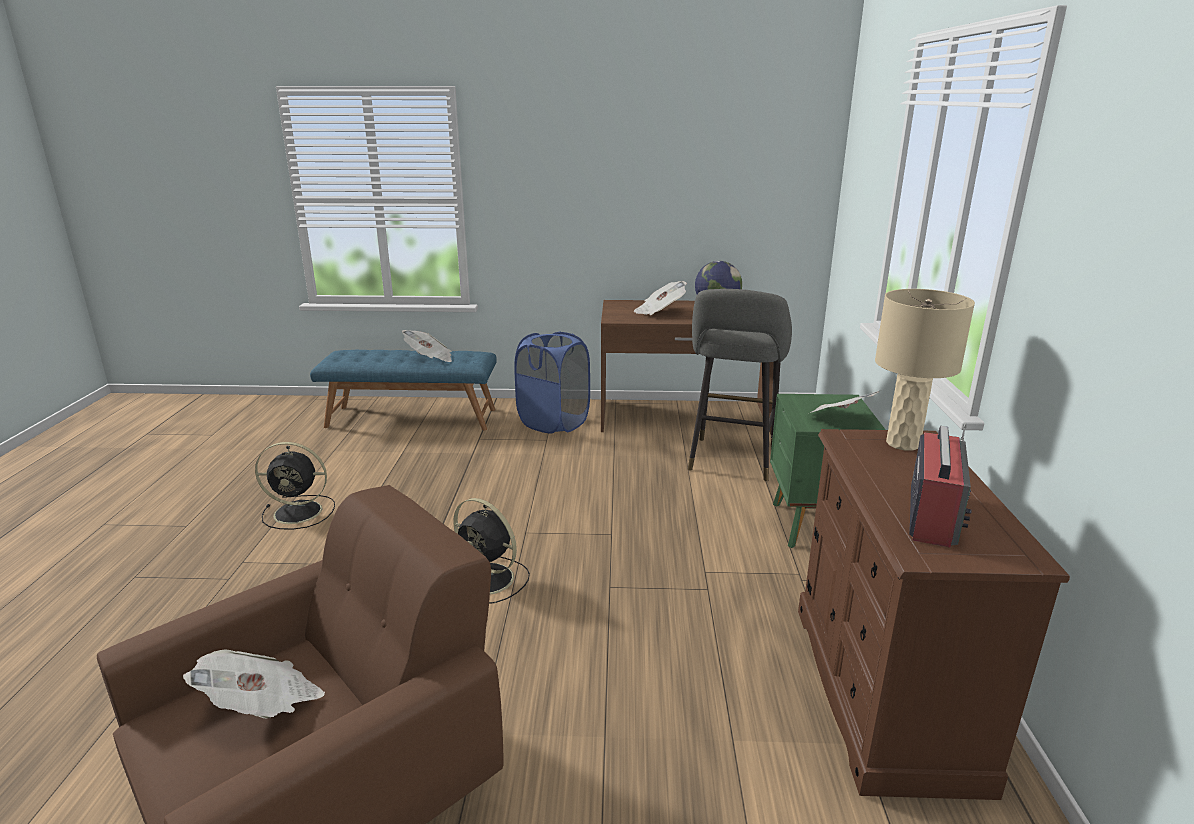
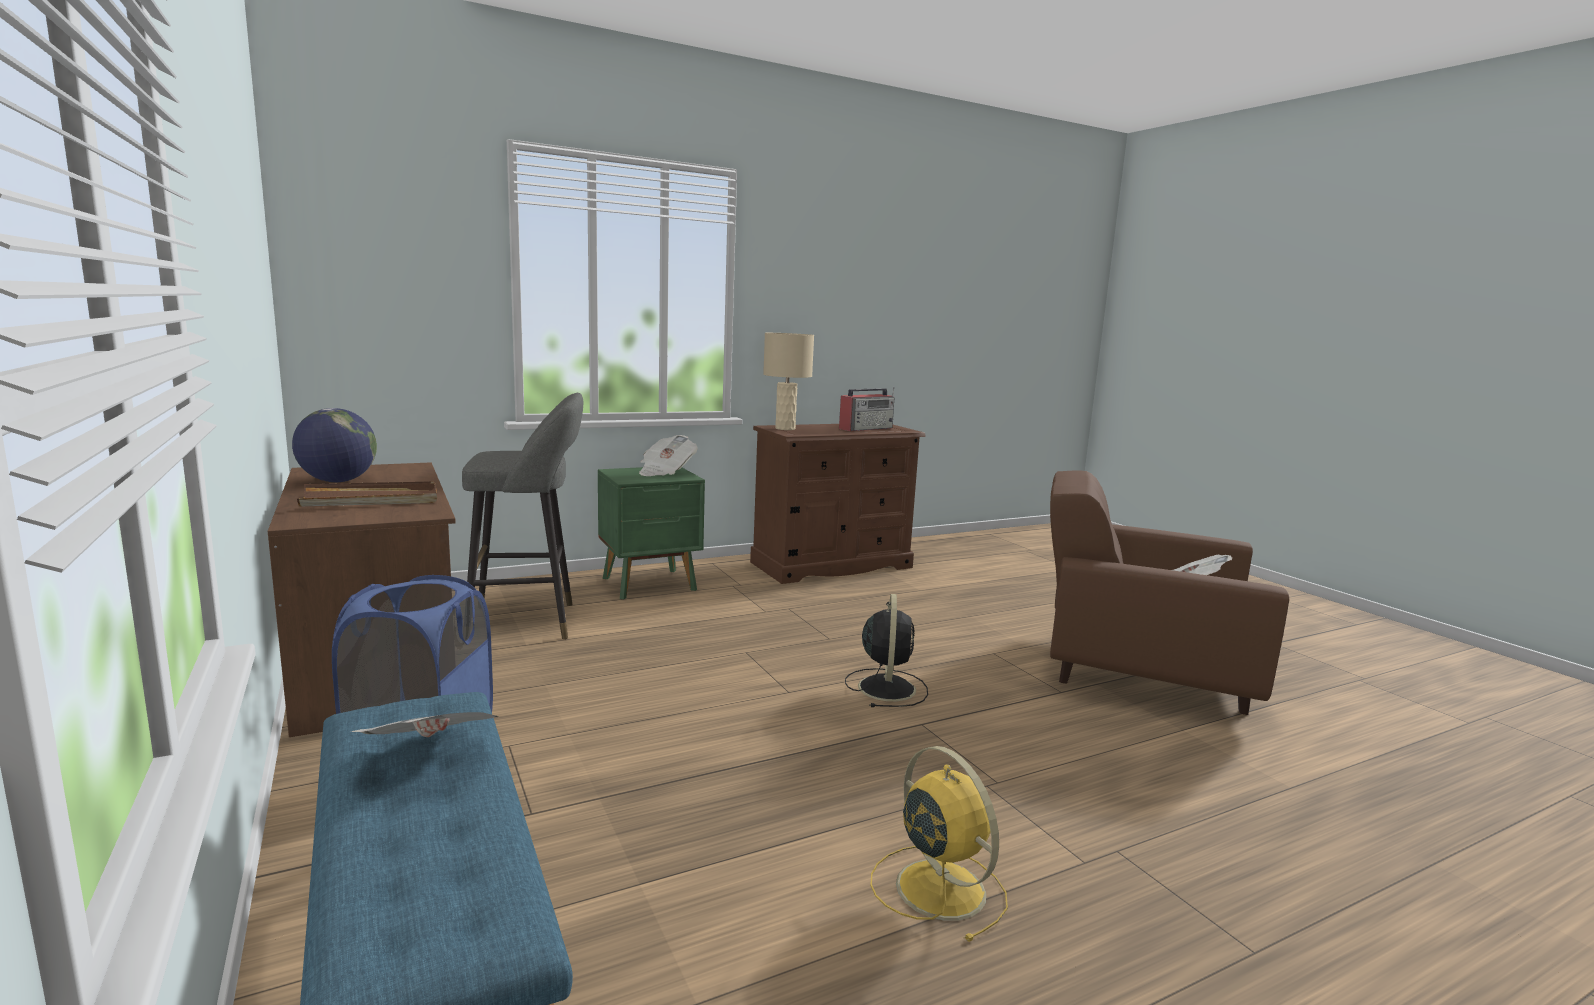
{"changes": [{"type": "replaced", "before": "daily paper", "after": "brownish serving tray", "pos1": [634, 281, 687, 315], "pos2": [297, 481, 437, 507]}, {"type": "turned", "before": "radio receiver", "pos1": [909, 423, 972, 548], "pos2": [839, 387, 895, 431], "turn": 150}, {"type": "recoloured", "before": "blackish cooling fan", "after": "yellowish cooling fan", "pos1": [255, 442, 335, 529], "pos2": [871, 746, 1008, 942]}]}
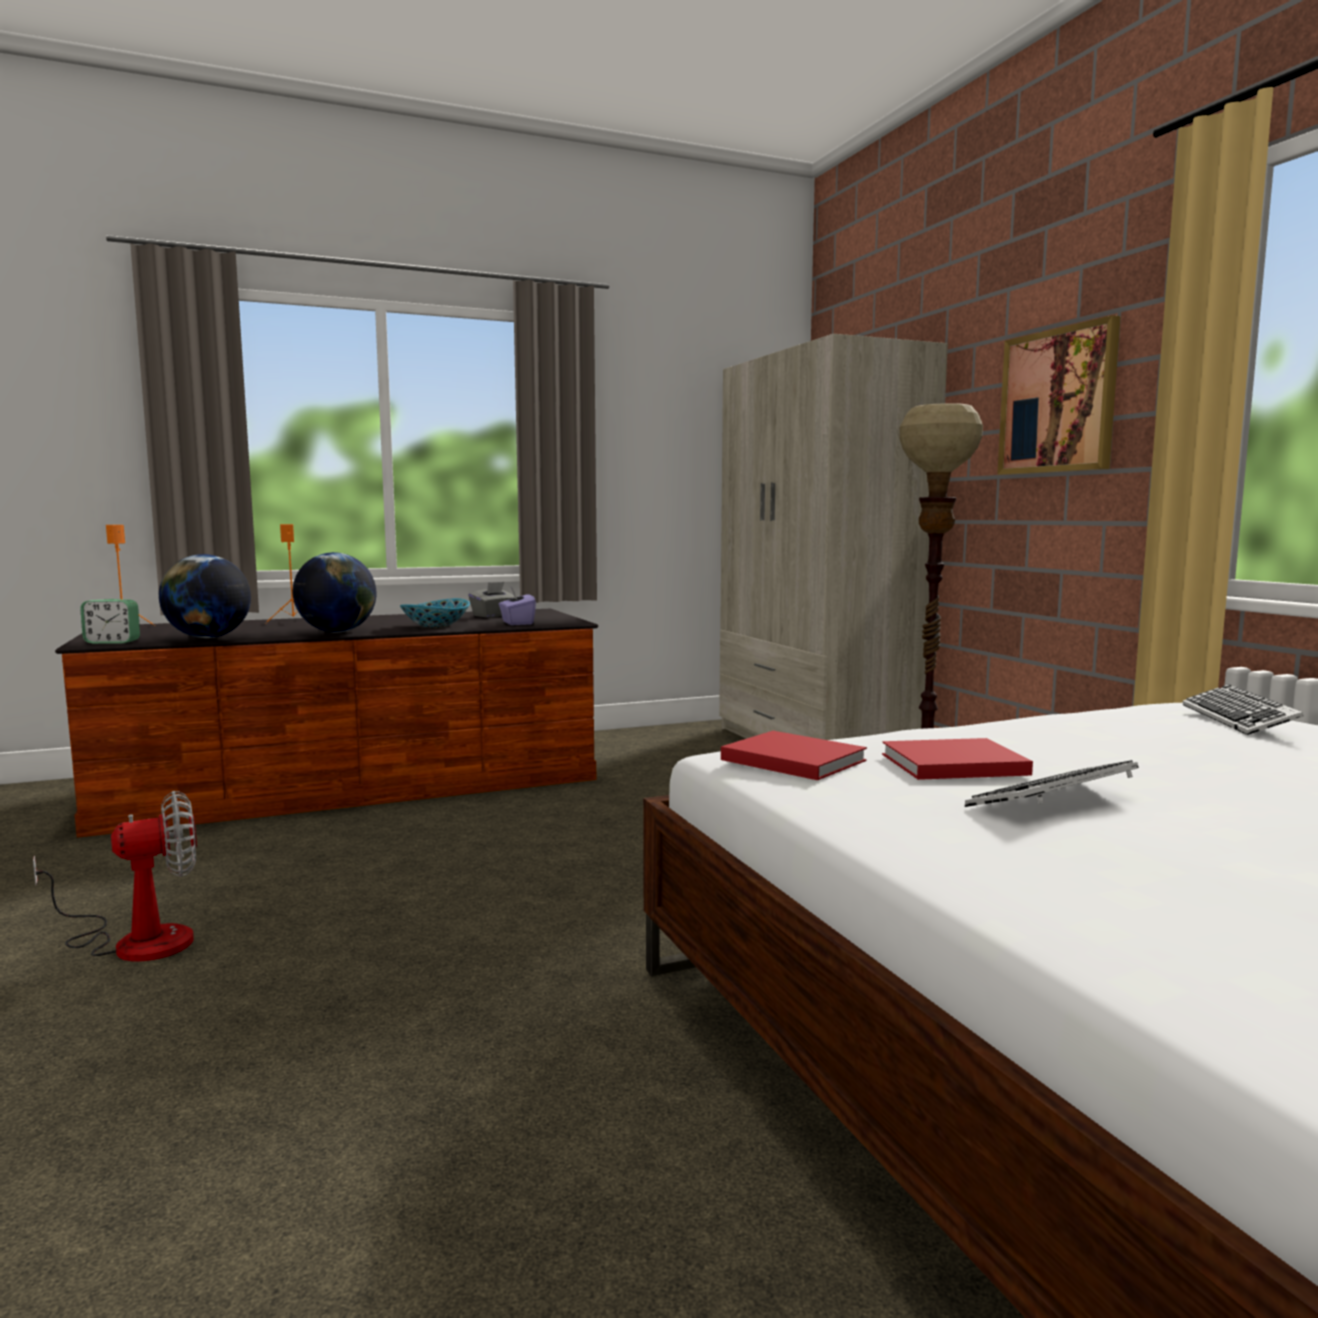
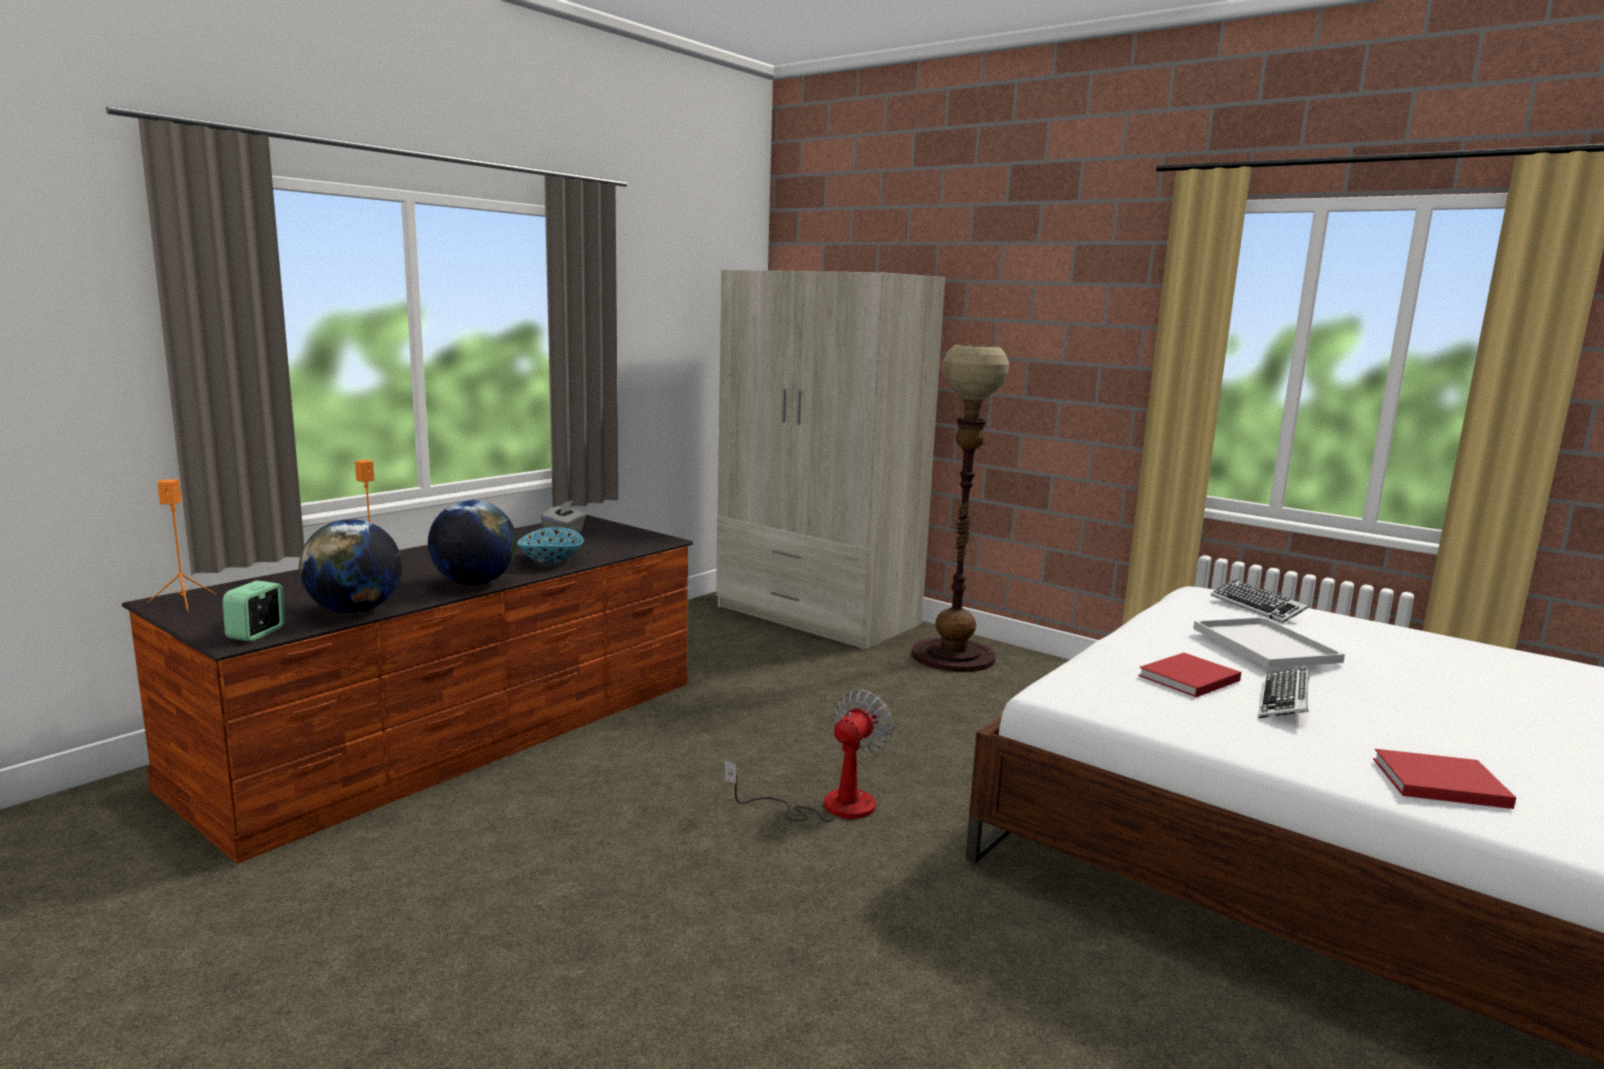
{"changes": [{"type": "turned", "before": "alarm clock", "pos1": [80, 599, 140, 644], "pos2": [223, 580, 285, 642], "turn": 135}, {"type": "moved", "before": "cooling fan", "pos1": [33, 791, 197, 962], "pos2": [724, 690, 893, 822]}, {"type": "added", "after": "white serving tray", "pos2": [1193, 617, 1345, 668]}, {"type": "moved", "before": "red-coloured bound book", "pos1": [721, 731, 867, 780], "pos2": [1373, 749, 1516, 809]}, {"type": "removed", "before": "purplish tissue holder", "pos1": [499, 586, 536, 625]}, {"type": "removed", "before": "wall picture", "pos1": [997, 315, 1121, 475]}]}
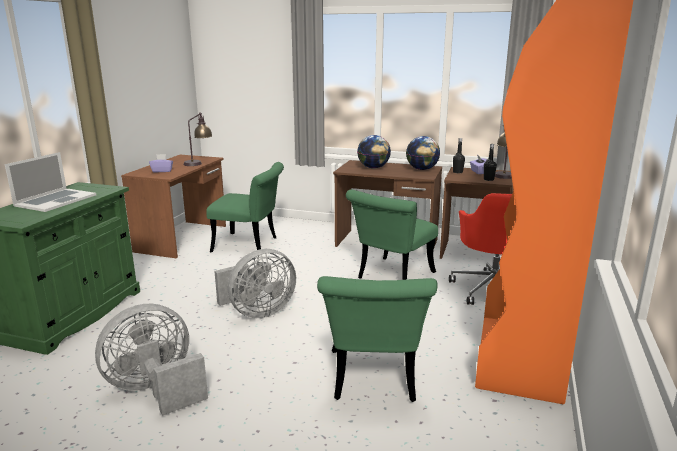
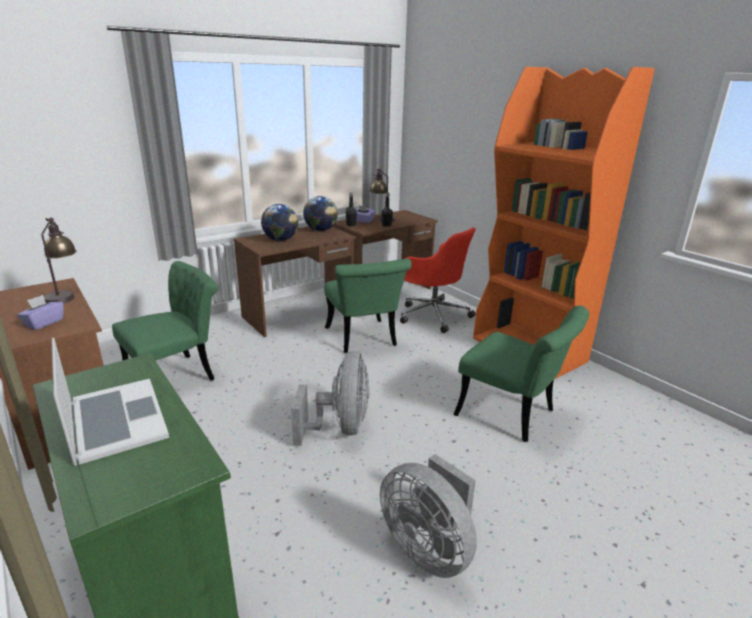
{"changes": [{"type": "turned", "before": "greyish cooling fan", "pos1": [95, 304, 208, 416], "pos2": [380, 454, 477, 578], "turn": -45}]}
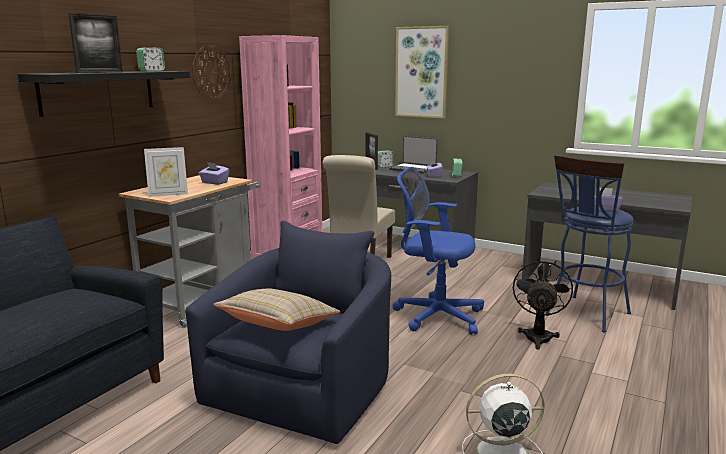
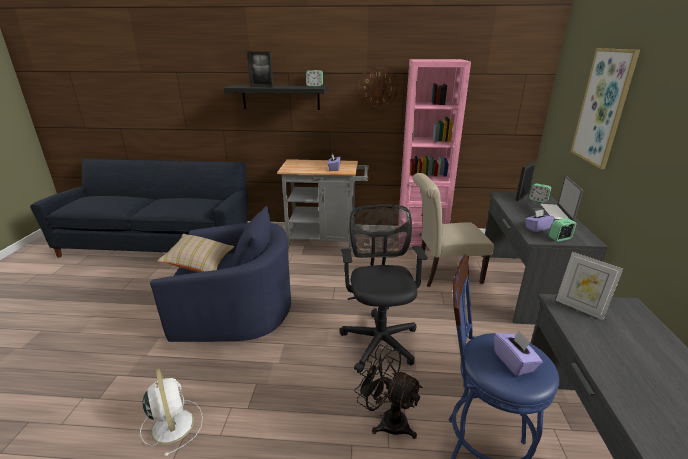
{"changes": [{"type": "recoloured", "before": "bluish computer chair", "after": "blackish computer chair", "pos1": [392, 167, 484, 335], "pos2": [339, 204, 428, 373]}, {"type": "turned", "before": "blackish cooling fan", "pos1": [513, 258, 573, 350], "pos2": [354, 344, 423, 439], "turn": -135}, {"type": "moved", "before": "picture frame", "pos1": [144, 147, 188, 197], "pos2": [556, 252, 623, 320]}]}
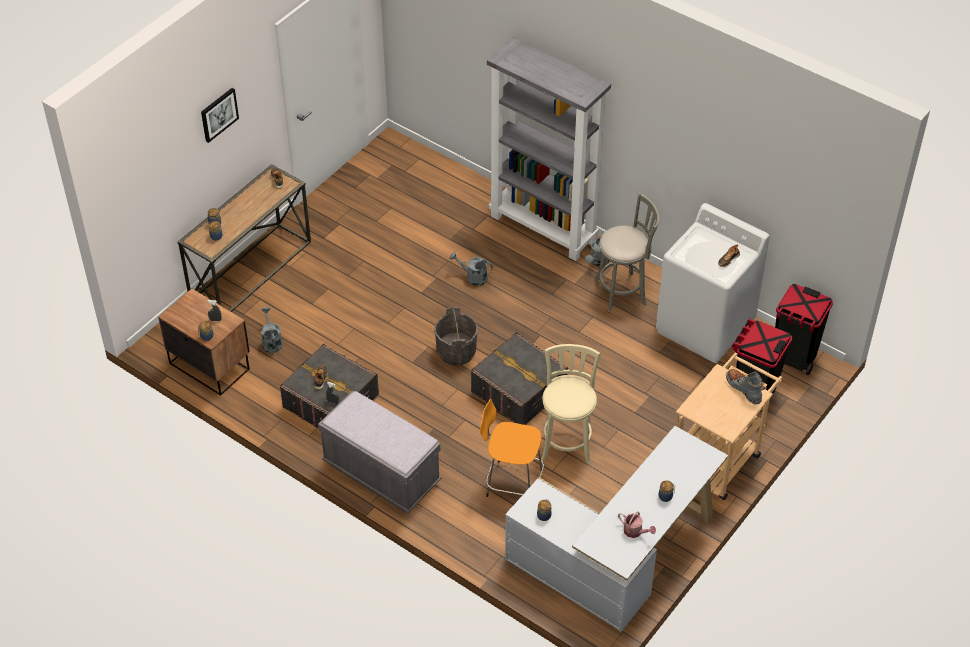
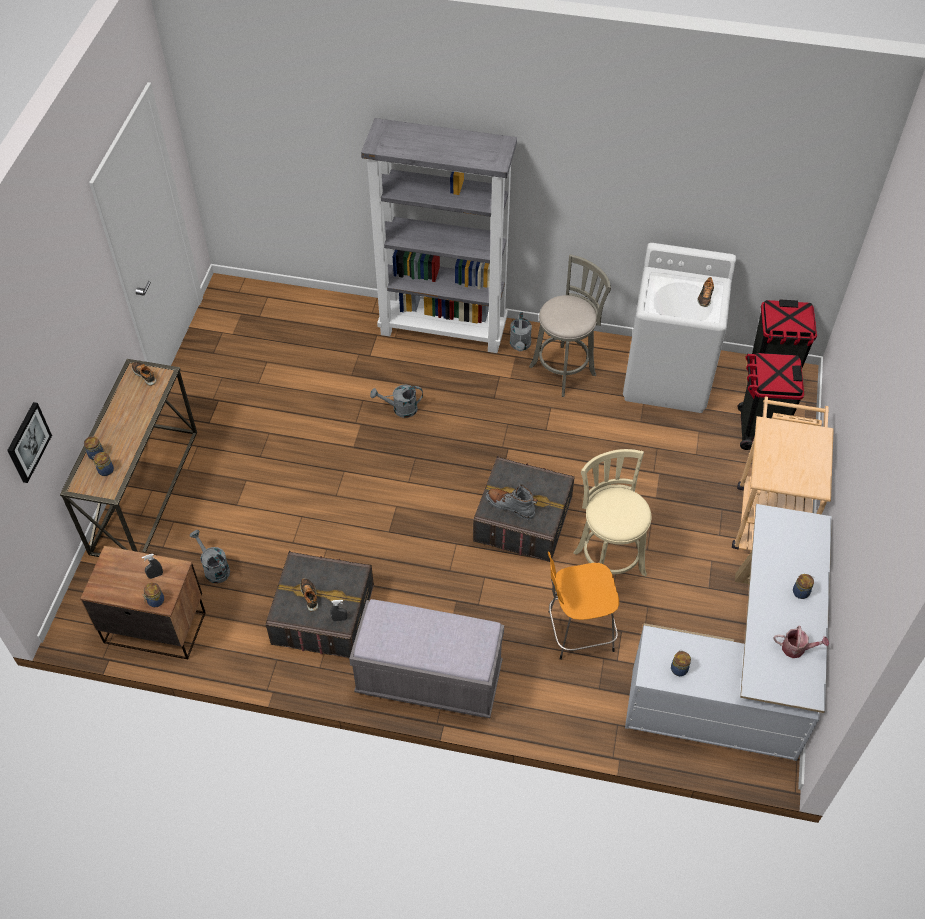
{"changes": [{"type": "moved", "before": "wall picture", "pos1": [201, 88, 239, 143], "pos2": [7, 402, 52, 483]}, {"type": "moved", "before": "greyish high-top boot", "pos1": [726, 369, 765, 404], "pos2": [486, 485, 538, 520]}, {"type": "removed", "before": "greyish pail", "pos1": [434, 307, 478, 365]}]}
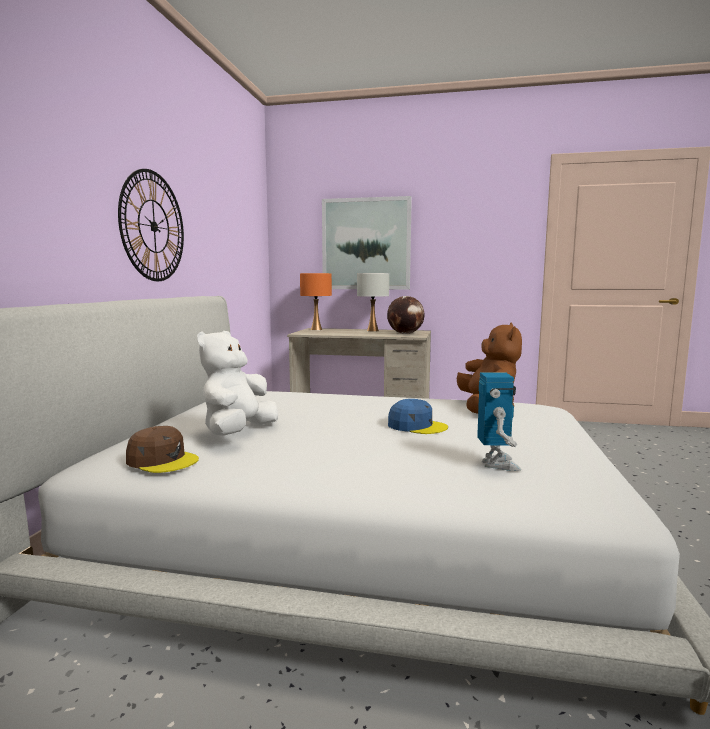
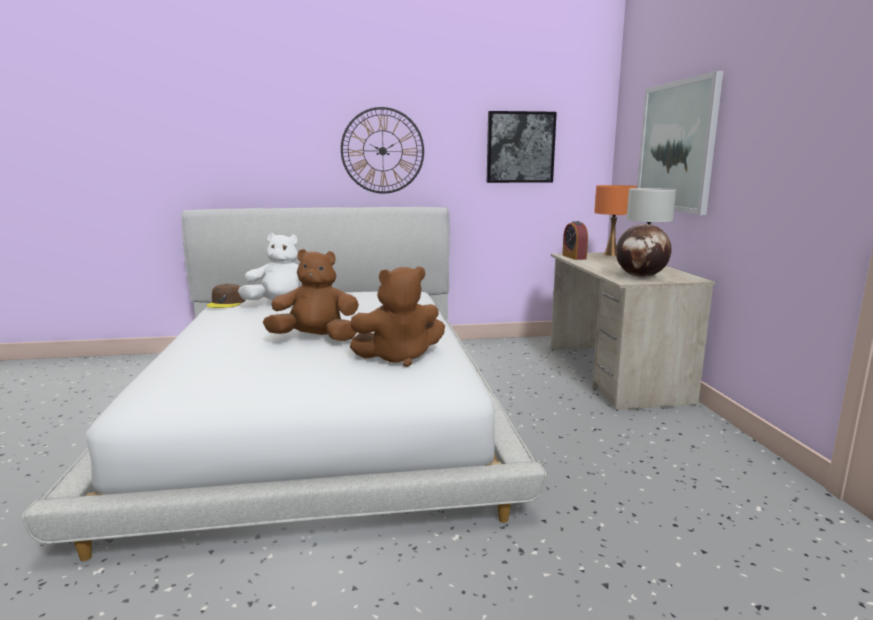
{"changes": [{"type": "replaced", "before": "bluish baseball cap", "after": "brownish soft toy", "pos1": [388, 399, 448, 434], "pos2": [263, 249, 359, 341]}, {"type": "added", "after": "wall picture", "pos2": [487, 111, 557, 183]}, {"type": "added", "after": "alarm clock", "pos2": [562, 221, 588, 260]}, {"type": "removed", "before": "model robot", "pos1": [477, 372, 521, 471]}]}
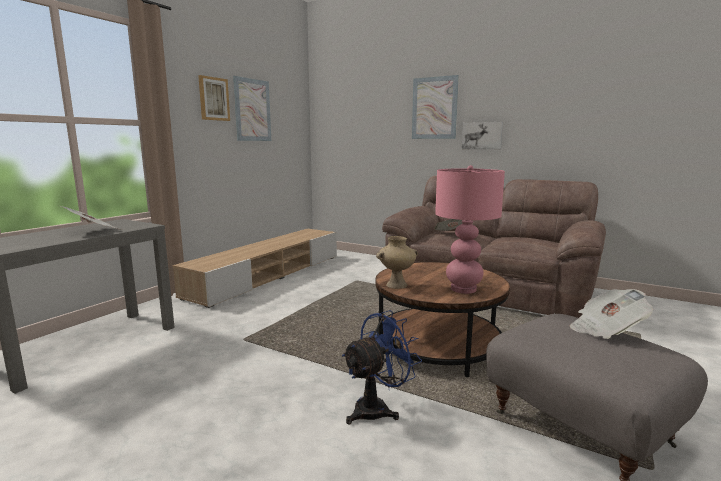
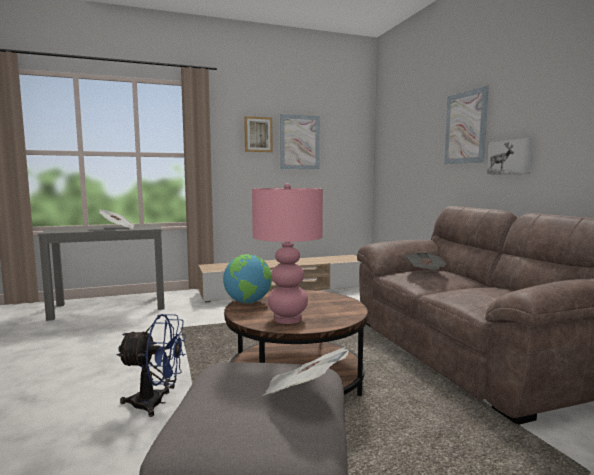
{"changes": [{"type": "replaced", "before": "beige decorative vase", "after": "world globe", "pos1": [376, 236, 418, 289], "pos2": [223, 254, 272, 304]}]}
